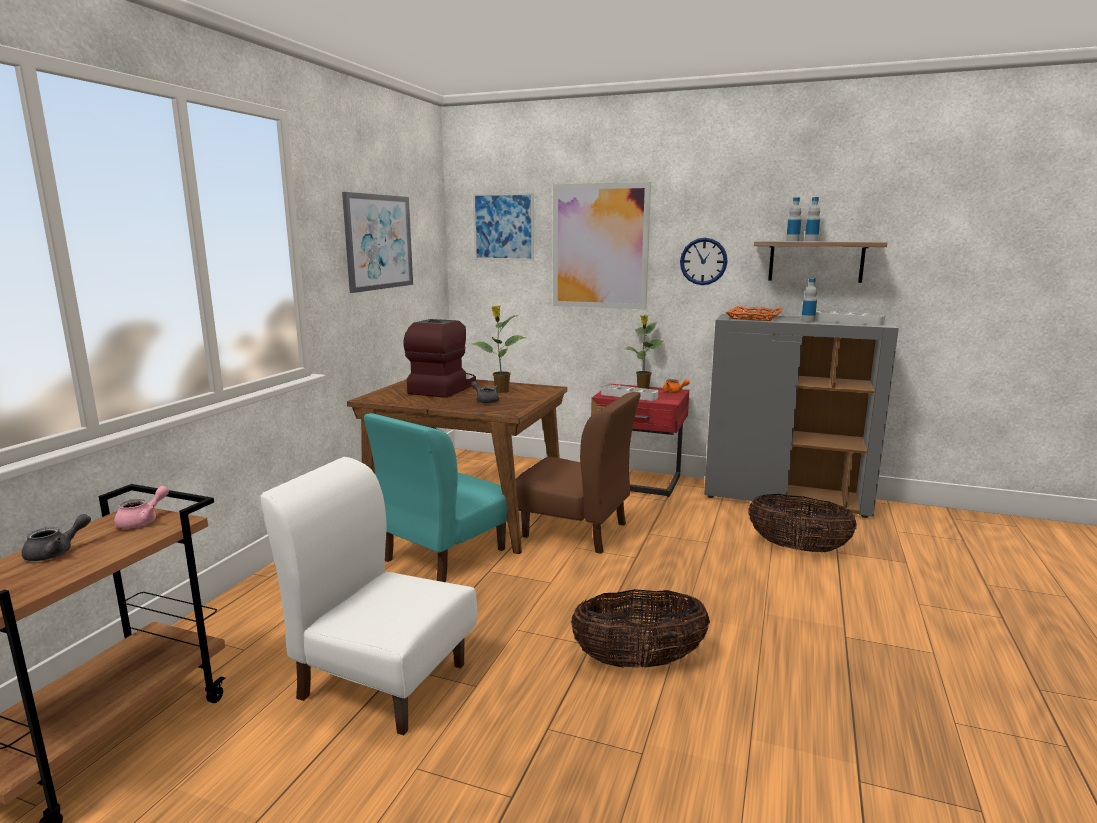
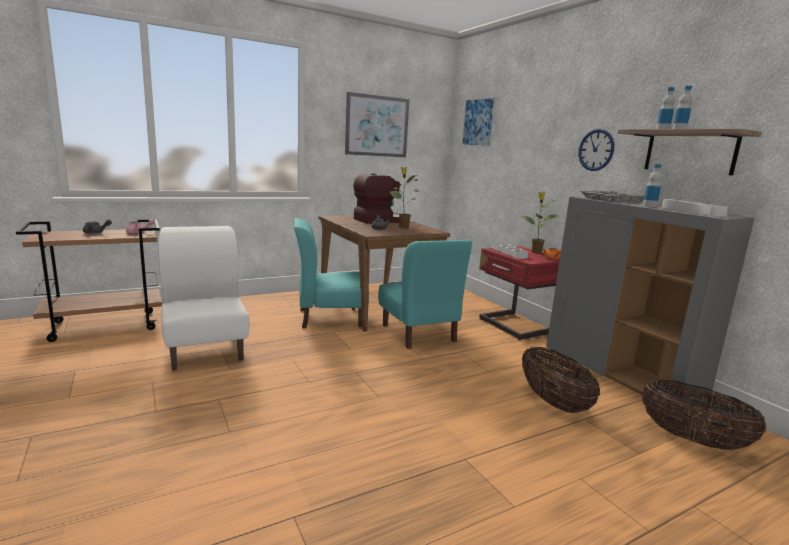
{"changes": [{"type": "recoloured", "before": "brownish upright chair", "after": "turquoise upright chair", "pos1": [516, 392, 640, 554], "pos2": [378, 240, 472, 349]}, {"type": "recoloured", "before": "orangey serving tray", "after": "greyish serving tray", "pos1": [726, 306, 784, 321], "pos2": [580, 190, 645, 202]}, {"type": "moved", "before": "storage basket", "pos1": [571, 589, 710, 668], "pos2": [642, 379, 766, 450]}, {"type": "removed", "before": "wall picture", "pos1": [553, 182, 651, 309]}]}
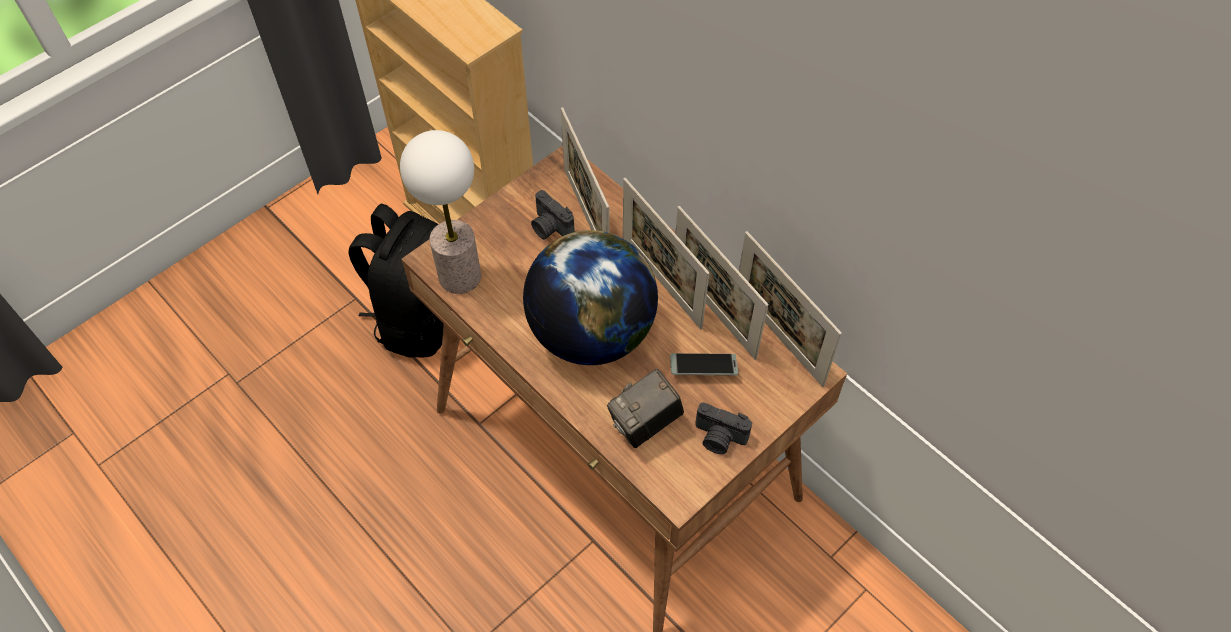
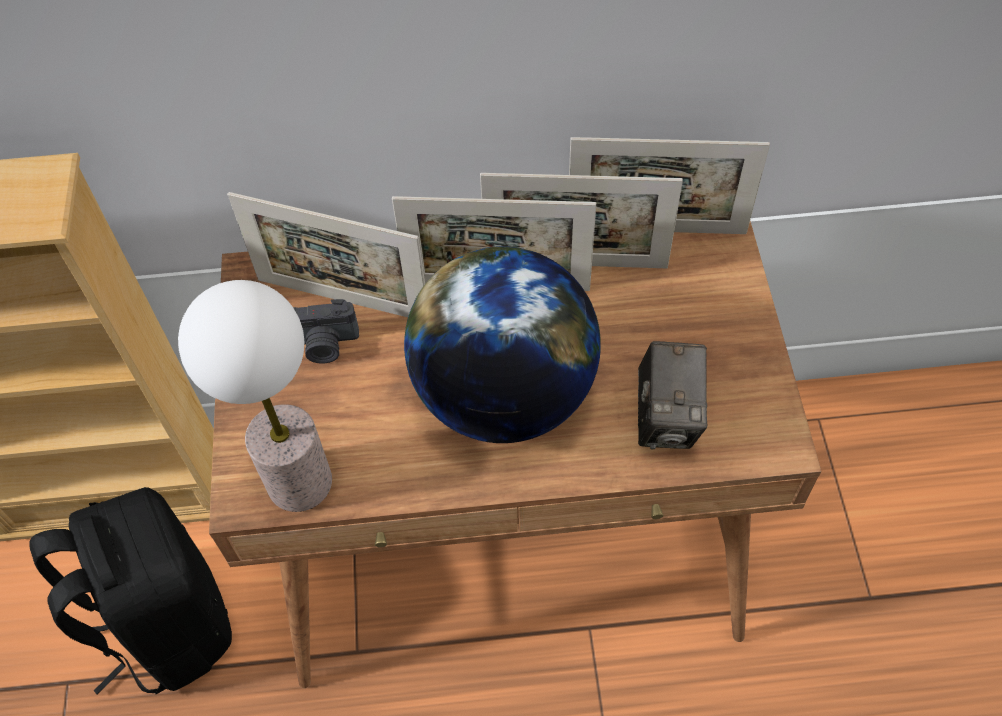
{"changes": [{"type": "removed", "before": "phone", "pos1": [670, 353, 738, 375]}, {"type": "removed", "before": "photo camera", "pos1": [695, 402, 752, 454]}]}
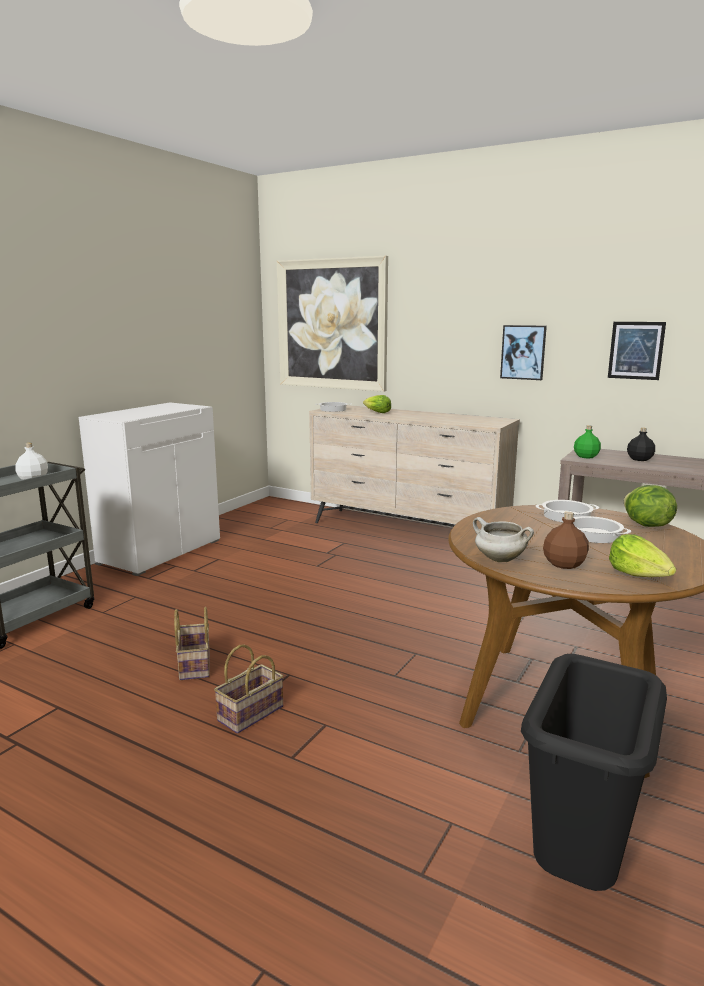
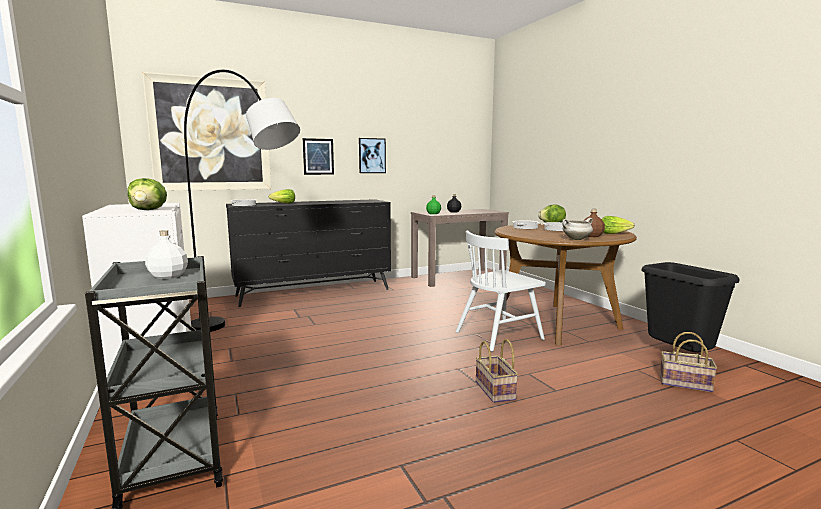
{"changes": [{"type": "added", "after": "lettuce", "pos2": [128, 178, 167, 210]}, {"type": "added", "after": "greyish standard lamp", "pos2": [184, 70, 300, 332]}, {"type": "recoloured", "before": "beige dresser", "after": "blackish dresser", "pos1": [309, 405, 520, 527], "pos2": [226, 199, 391, 307]}, {"type": "moved", "before": "wall picture", "pos1": [608, 322, 666, 380], "pos2": [303, 138, 334, 175]}, {"type": "added", "after": "white upright chair", "pos2": [455, 231, 546, 352]}, {"type": "moved", "before": "storage basket", "pos1": [174, 607, 210, 680], "pos2": [660, 332, 717, 392]}]}
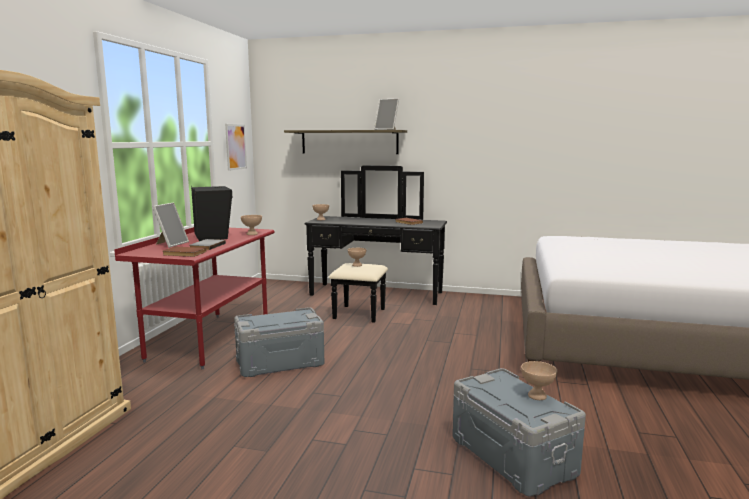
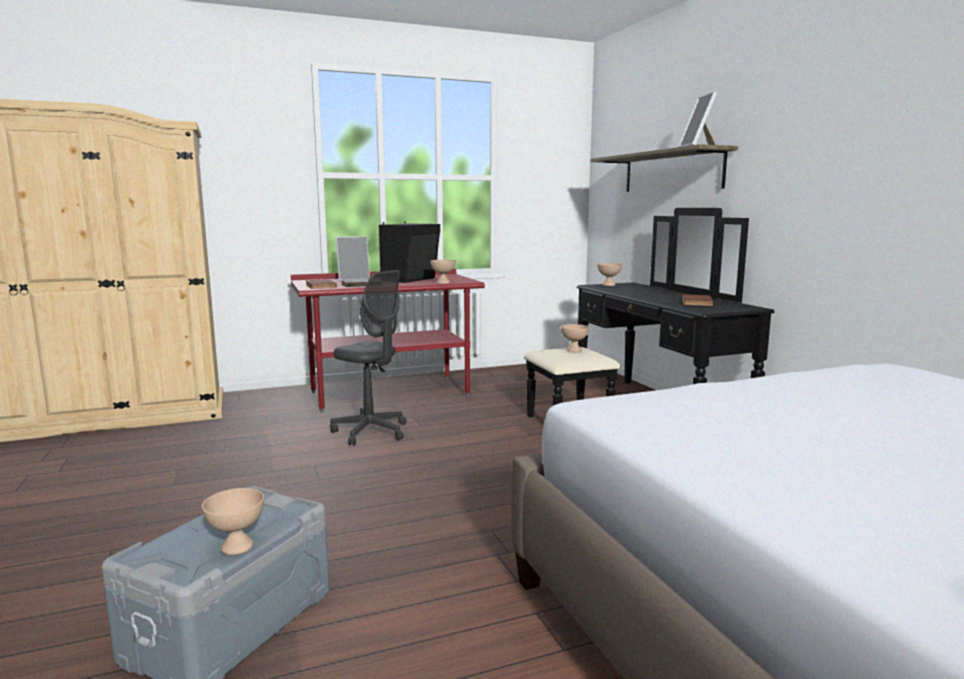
{"changes": [{"type": "replaced", "before": "greyish storage bin", "after": "greyish computer chair", "pos1": [234, 307, 324, 377], "pos2": [330, 270, 407, 446]}, {"type": "removed", "before": "wall picture", "pos1": [225, 124, 247, 171]}]}
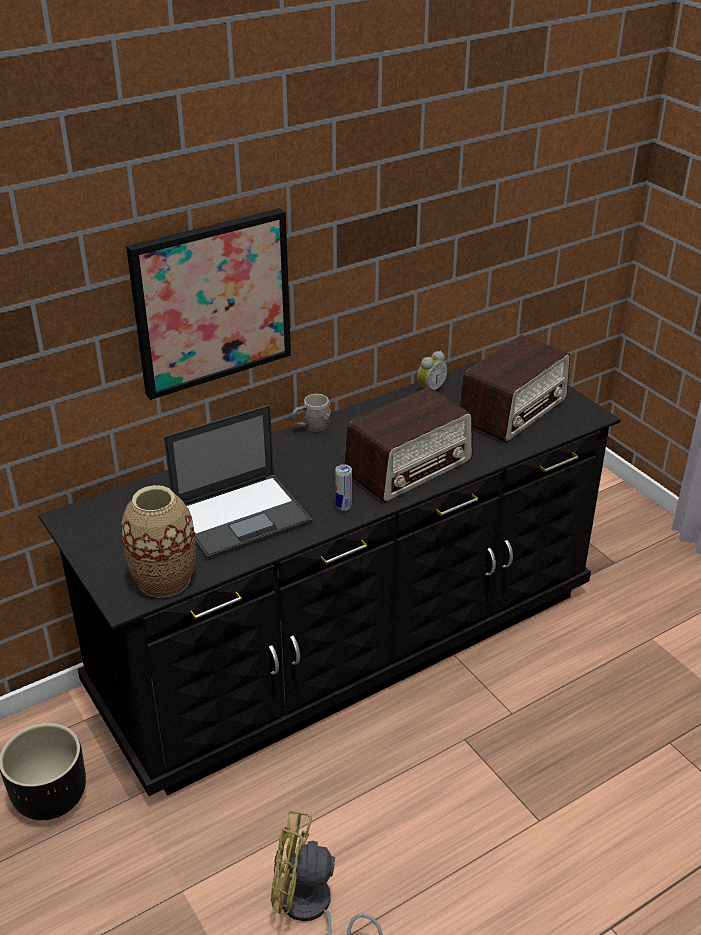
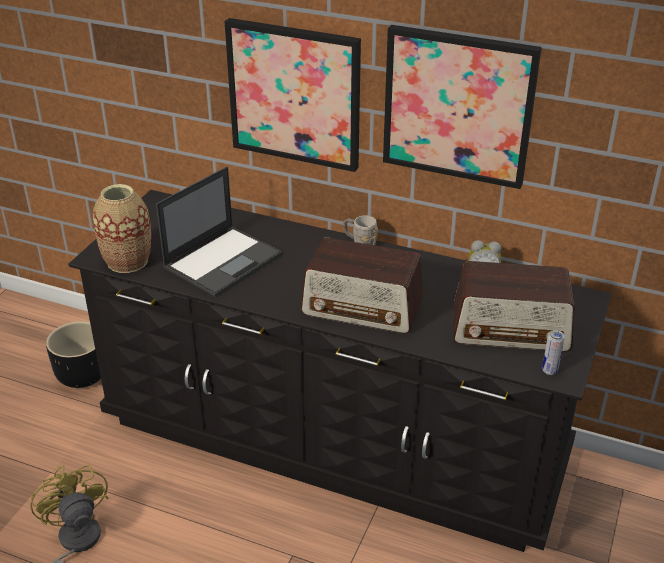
{"changes": [{"type": "turned", "before": "laptop", "pos1": [164, 405, 312, 560], "pos2": [156, 167, 282, 297], "turn": -75}, {"type": "added", "after": "wall picture", "pos2": [383, 25, 542, 189]}, {"type": "moved", "before": "sealed can", "pos1": [335, 464, 352, 511], "pos2": [542, 330, 565, 375]}]}
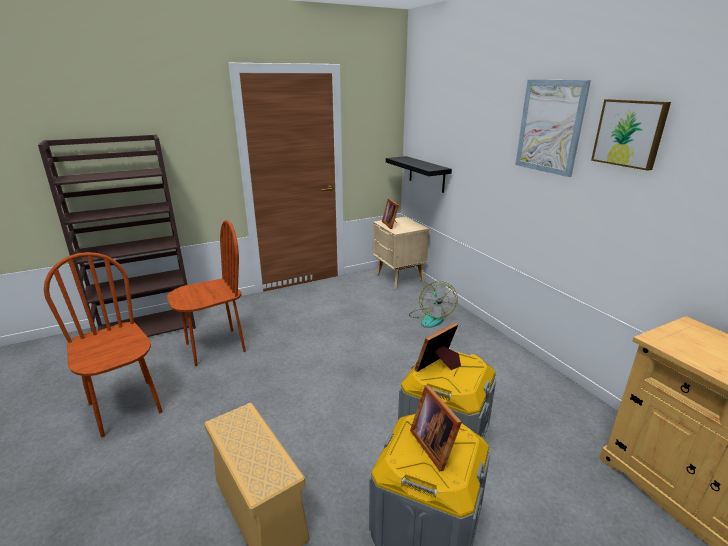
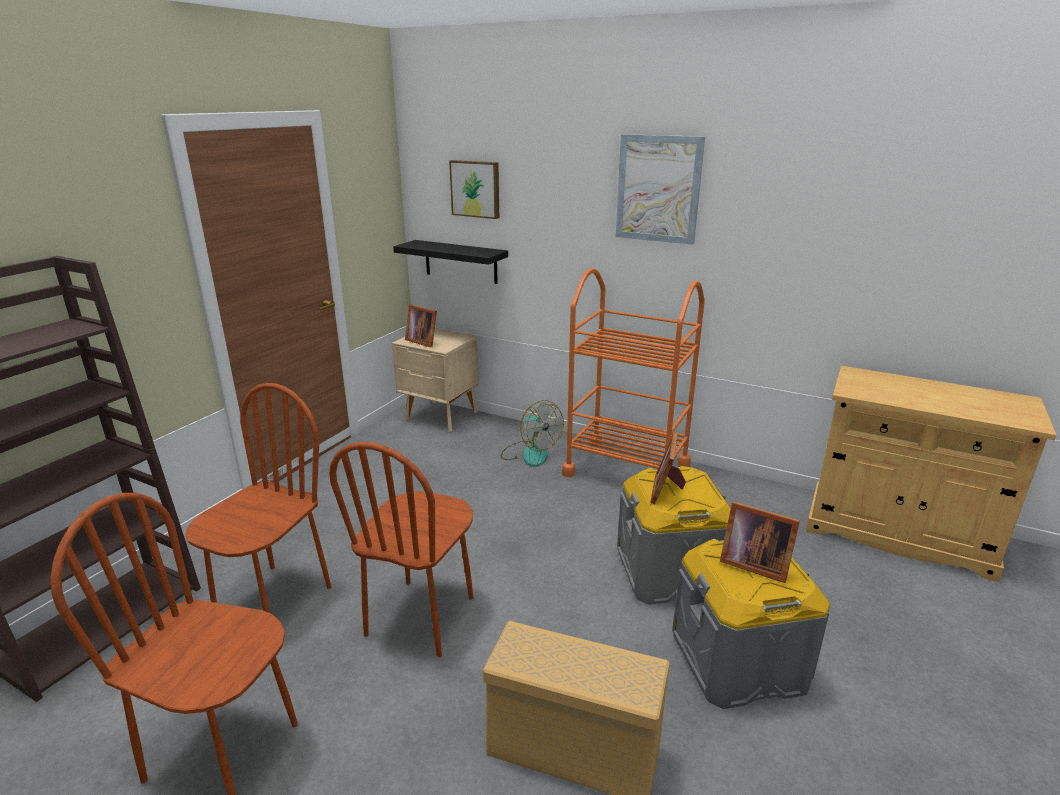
{"changes": [{"type": "added", "after": "brownish upright chair", "pos2": [329, 442, 473, 657]}, {"type": "moved", "before": "wall picture", "pos1": [591, 99, 671, 171], "pos2": [449, 160, 499, 219]}, {"type": "added", "after": "orangey wheeled cart", "pos2": [562, 268, 705, 477]}]}
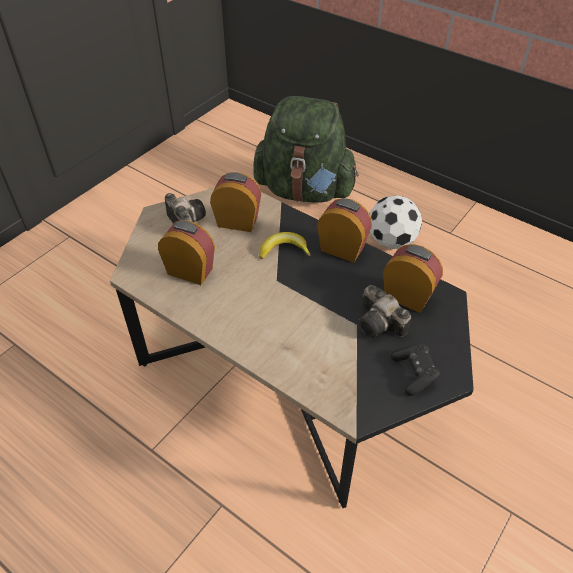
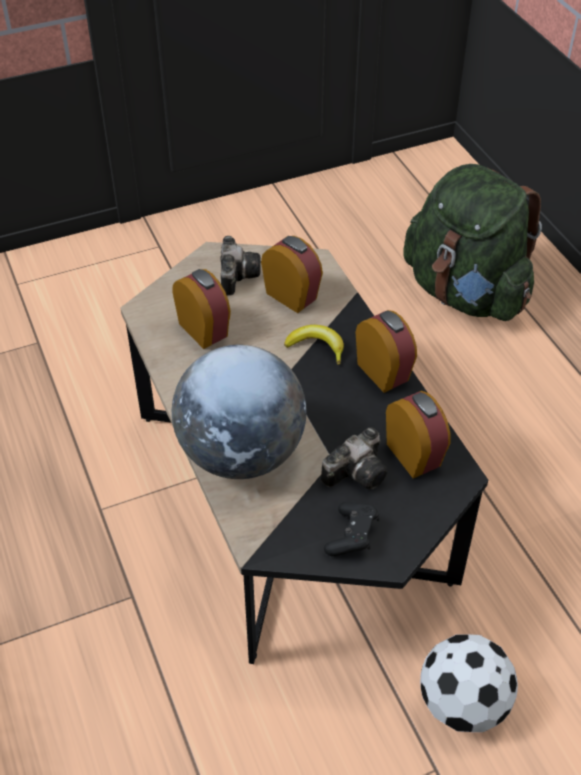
{"changes": [{"type": "added", "after": "world globe", "pos2": [172, 345, 306, 479]}, {"type": "turned", "before": "photo camera", "pos1": [359, 285, 411, 337], "pos2": [321, 427, 387, 489], "turn": -120}, {"type": "moved", "before": "football ball", "pos1": [369, 195, 422, 249], "pos2": [420, 634, 518, 732]}]}
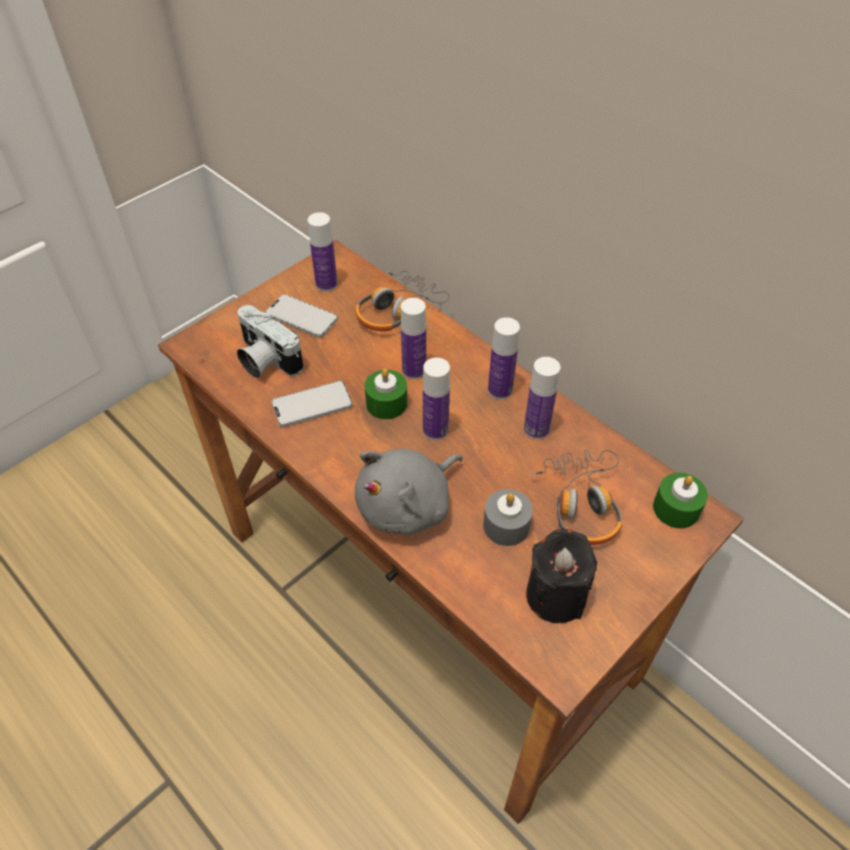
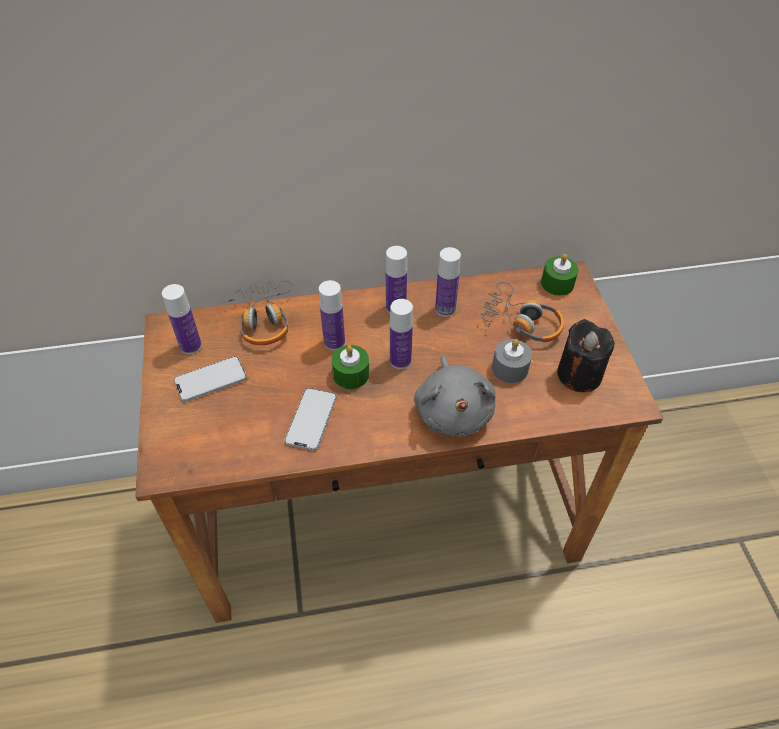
{"changes": [{"type": "removed", "before": "photo camera", "pos1": [237, 305, 304, 379]}]}
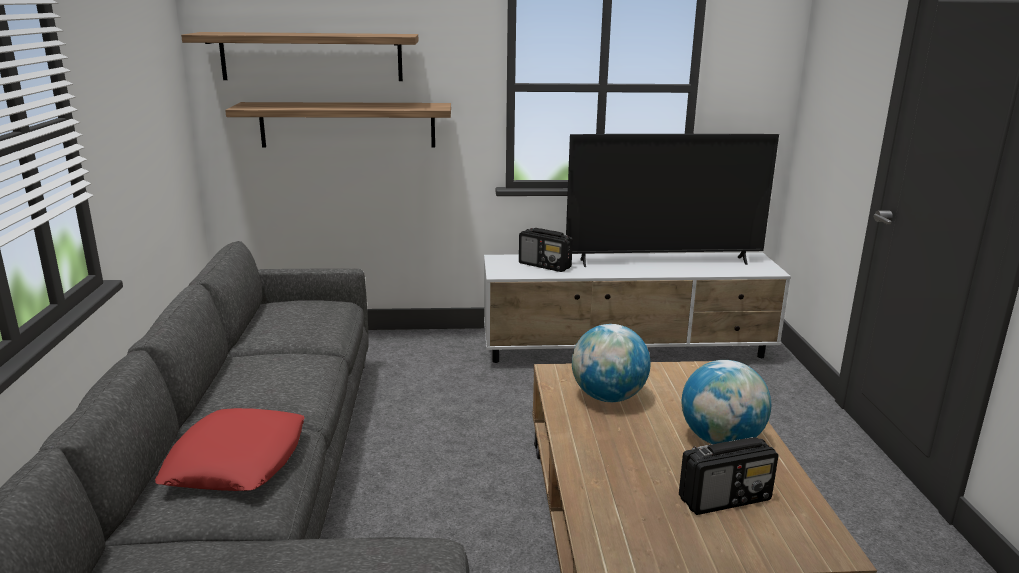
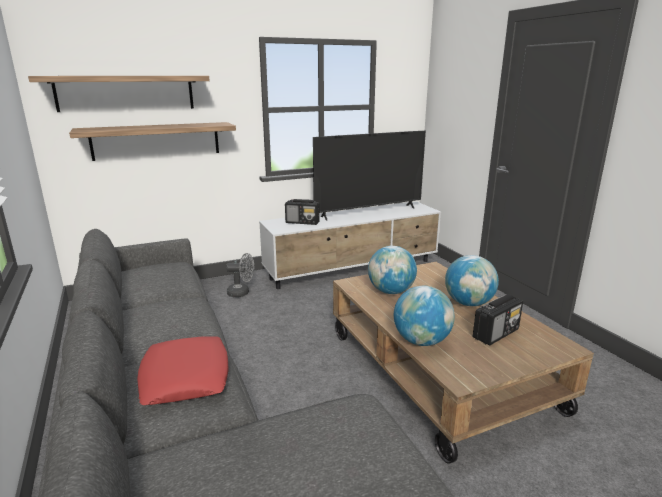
{"changes": [{"type": "added", "after": "greyish cooling fan", "pos2": [226, 253, 254, 297]}, {"type": "added", "after": "world globe", "pos2": [394, 286, 455, 346]}]}
